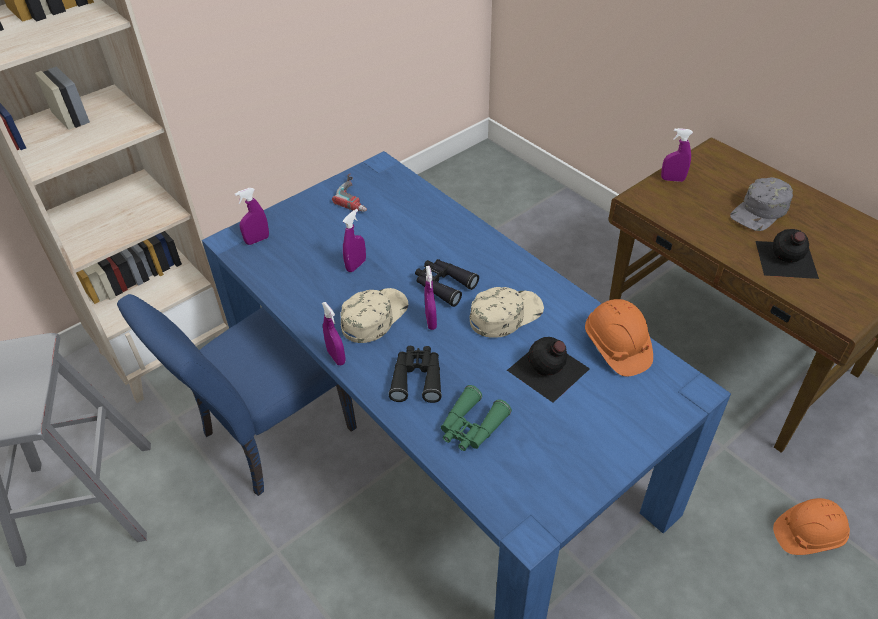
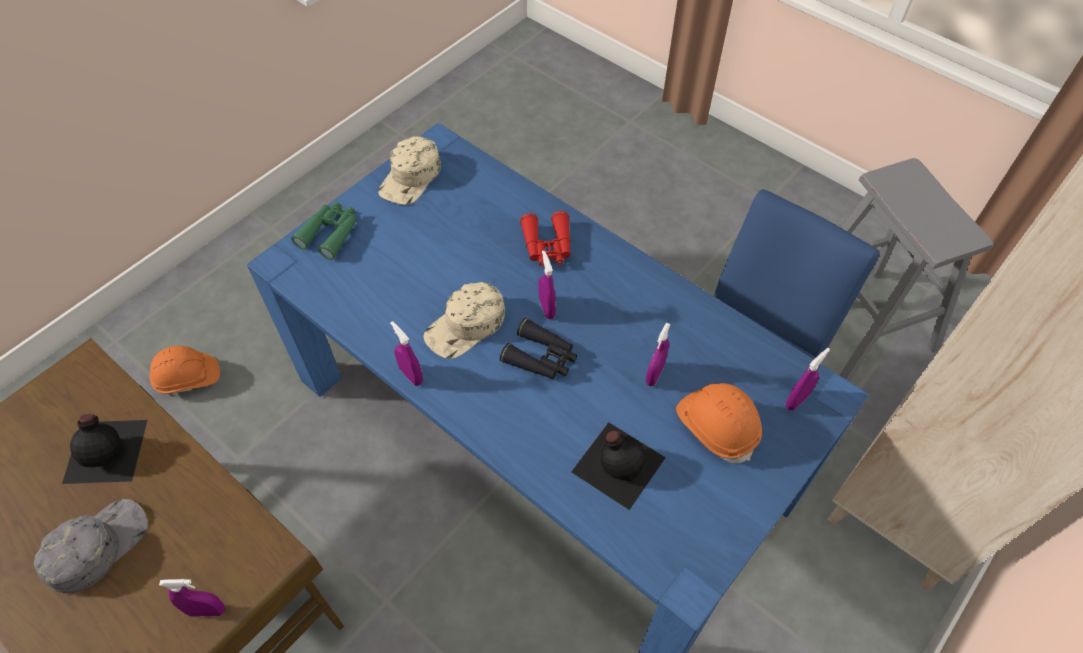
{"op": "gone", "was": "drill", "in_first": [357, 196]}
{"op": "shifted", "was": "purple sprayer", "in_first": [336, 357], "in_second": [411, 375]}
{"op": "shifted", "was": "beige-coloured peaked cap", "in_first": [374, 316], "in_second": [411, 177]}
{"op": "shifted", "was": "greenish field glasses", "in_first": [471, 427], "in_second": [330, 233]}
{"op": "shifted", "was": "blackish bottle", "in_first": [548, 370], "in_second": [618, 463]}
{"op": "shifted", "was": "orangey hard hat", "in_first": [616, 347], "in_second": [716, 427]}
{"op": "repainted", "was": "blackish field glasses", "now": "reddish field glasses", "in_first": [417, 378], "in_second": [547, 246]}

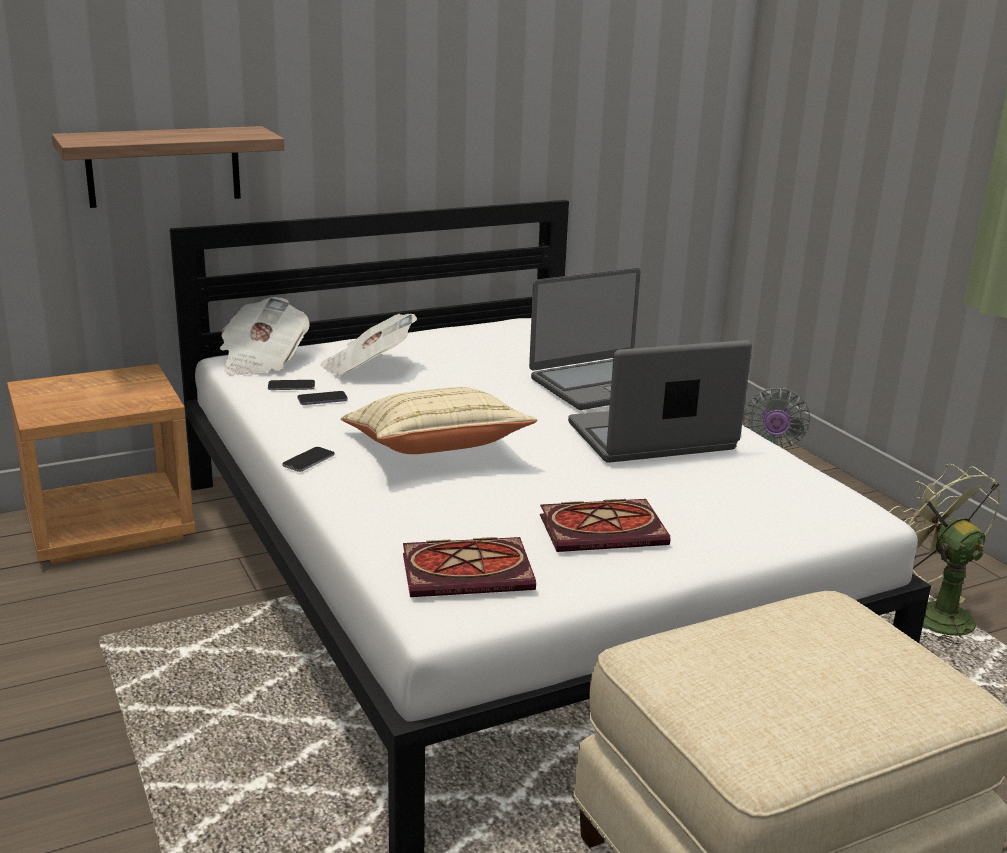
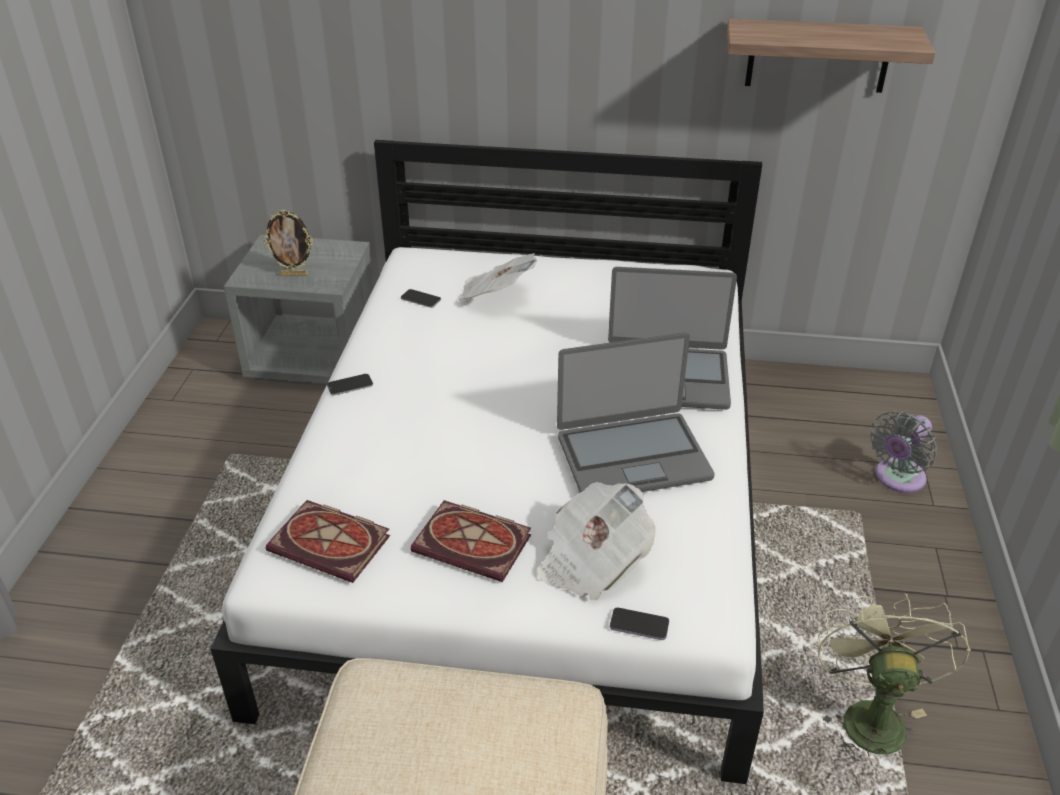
{"op": "gone", "was": "beige-coloured pillow", "in_first": [435, 450]}
{"op": "new", "now": "picture frame", "in_second": [294, 274]}
{"op": "shifted", "was": "bracket shelf", "in_first": [164, 166], "in_second": [818, 56]}
{"op": "shifted", "was": "daily paper", "in_first": [262, 361], "in_second": [592, 561]}
{"op": "shifted", "was": "phone", "in_first": [322, 400], "in_second": [639, 625]}
{"op": "repainted", "was": "brown bedside table", "now": "gray bedside table", "in_first": [110, 527], "in_second": [315, 358]}
{"op": "rotated", "was": "portable computer", "in_first": [652, 438], "in_second": [632, 456], "clockwise": 150}

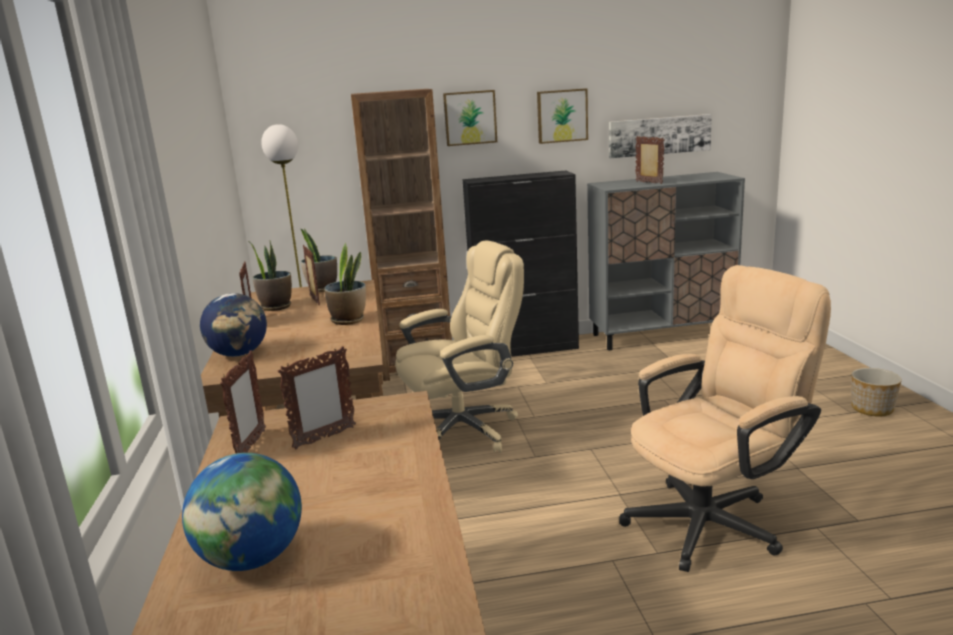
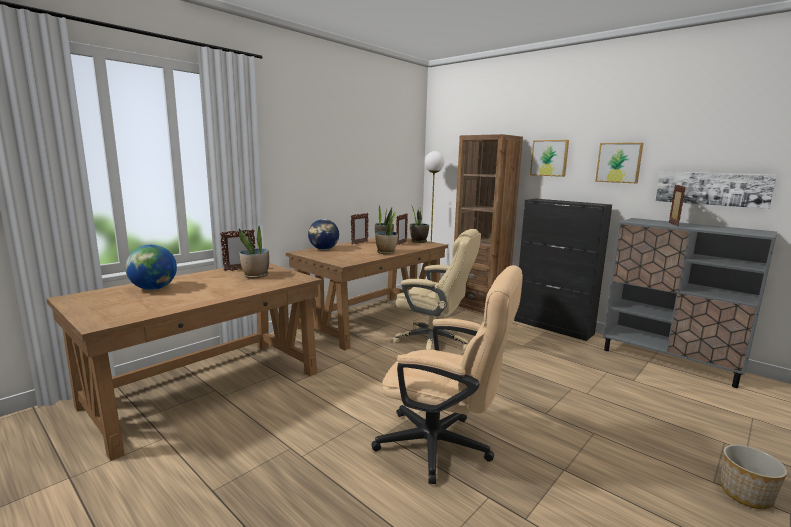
{"op": "swapped", "was": "picture frame", "now": "potted plant", "in_first": [324, 438], "in_second": [255, 276]}

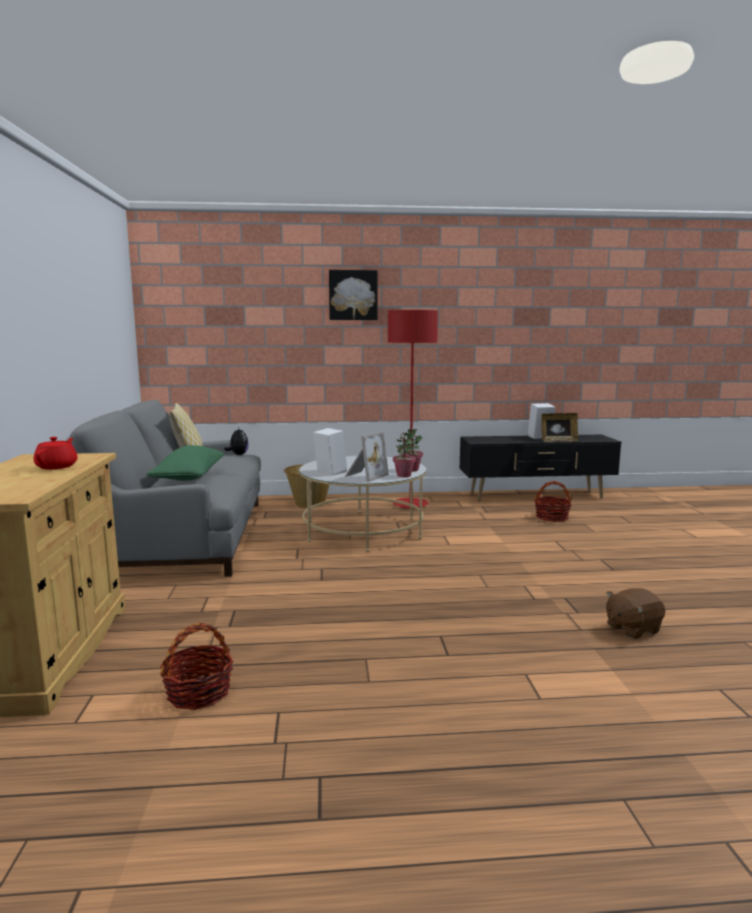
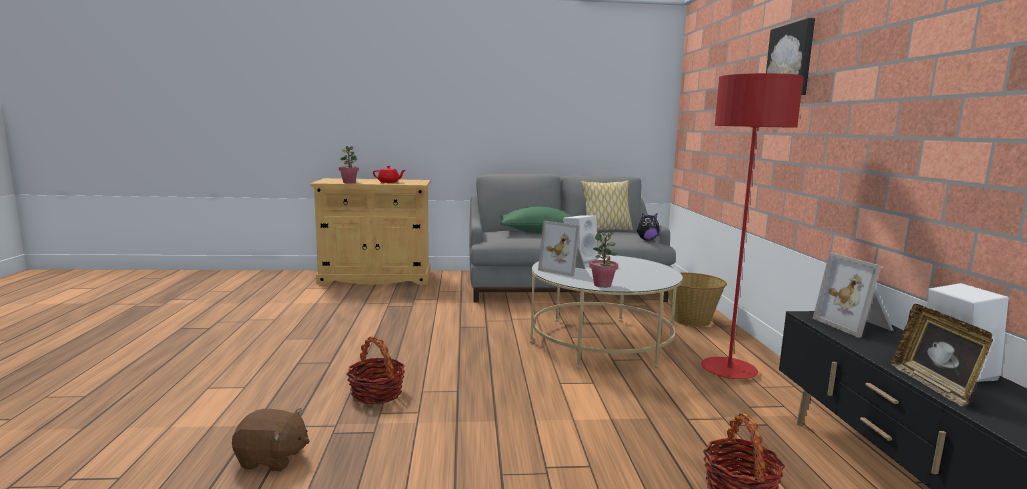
{"op": "new", "now": "picture frame", "in_second": [855, 325]}
{"op": "shifted", "was": "basket", "in_first": [199, 692], "in_second": [377, 394]}
{"op": "shifted", "was": "potted plant", "in_first": [403, 475], "in_second": [349, 182]}
{"op": "rotated", "was": "brown plush toy", "in_first": [632, 628], "in_second": [272, 459], "clockwise": 120}

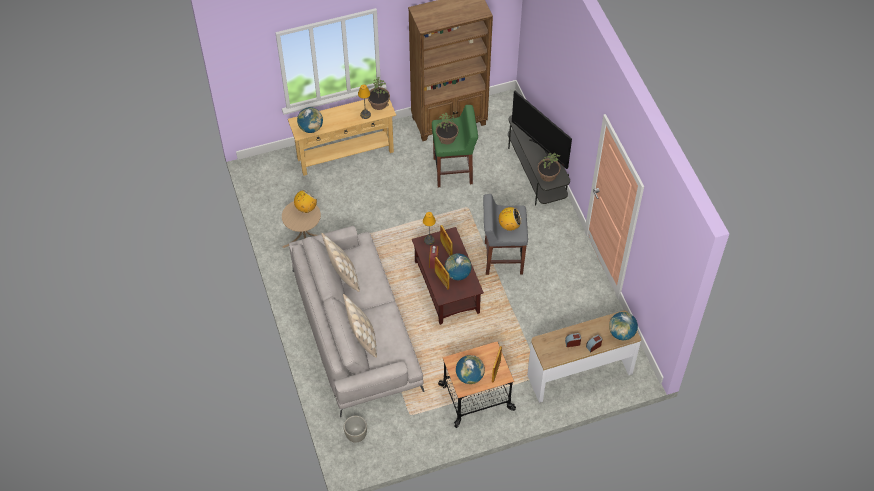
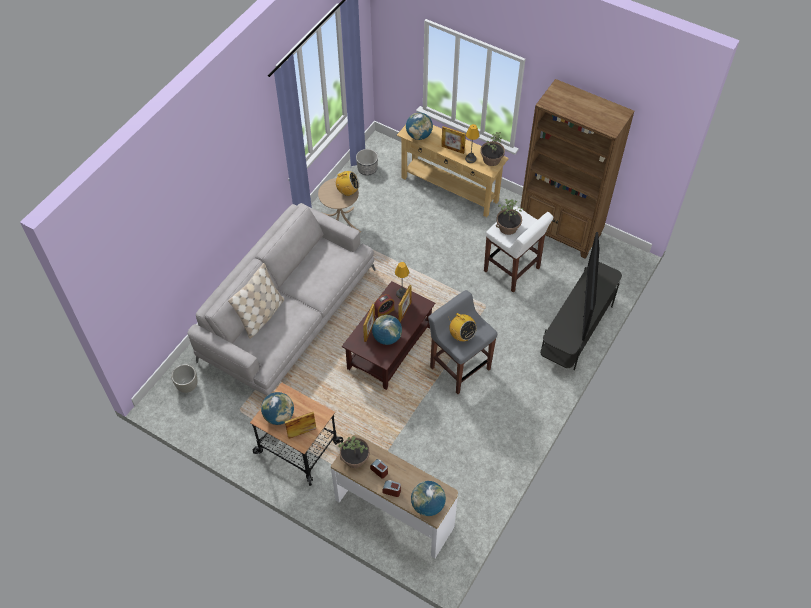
{"op": "gone", "was": "beige-coloured pillow", "in_first": [343, 274]}
{"op": "new", "now": "planter", "in_second": [367, 169]}
{"op": "new", "now": "picture frame", "in_second": [452, 149]}
{"op": "shifted", "was": "potted plant", "in_first": [548, 175], "in_second": [355, 458]}
{"op": "repainted", "was": "greenish stool", "now": "white-coloured stool", "in_first": [453, 171], "in_second": [512, 270]}

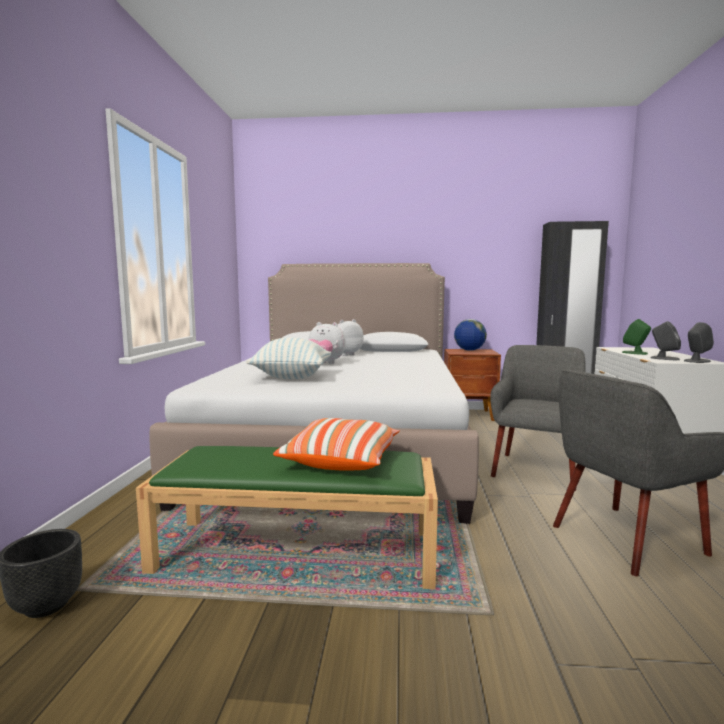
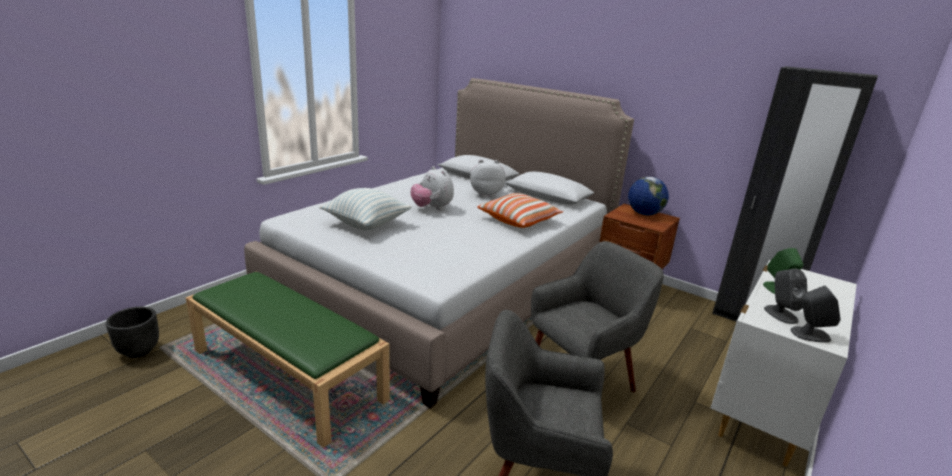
{"op": "shifted", "was": "pillow", "in_first": [341, 460], "in_second": [519, 220]}

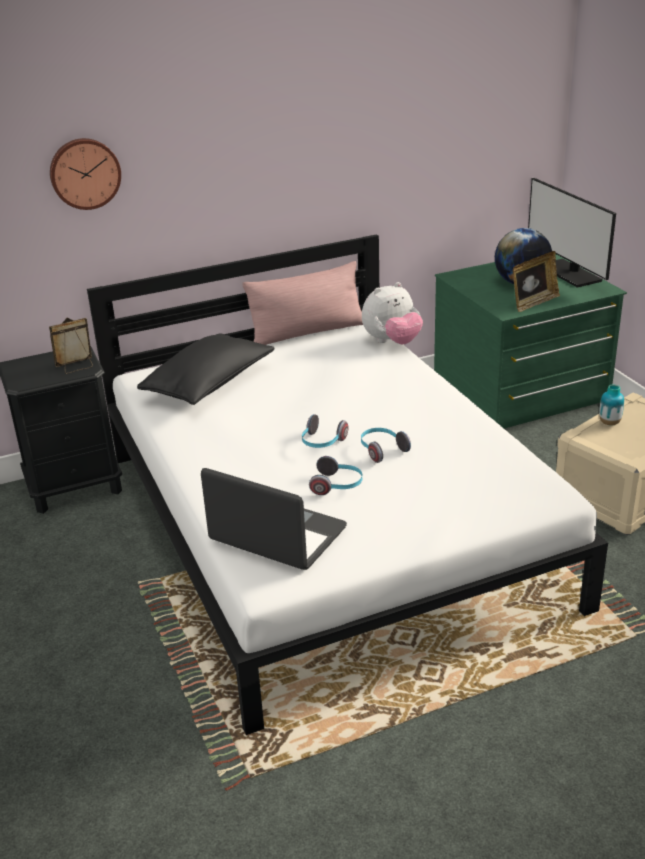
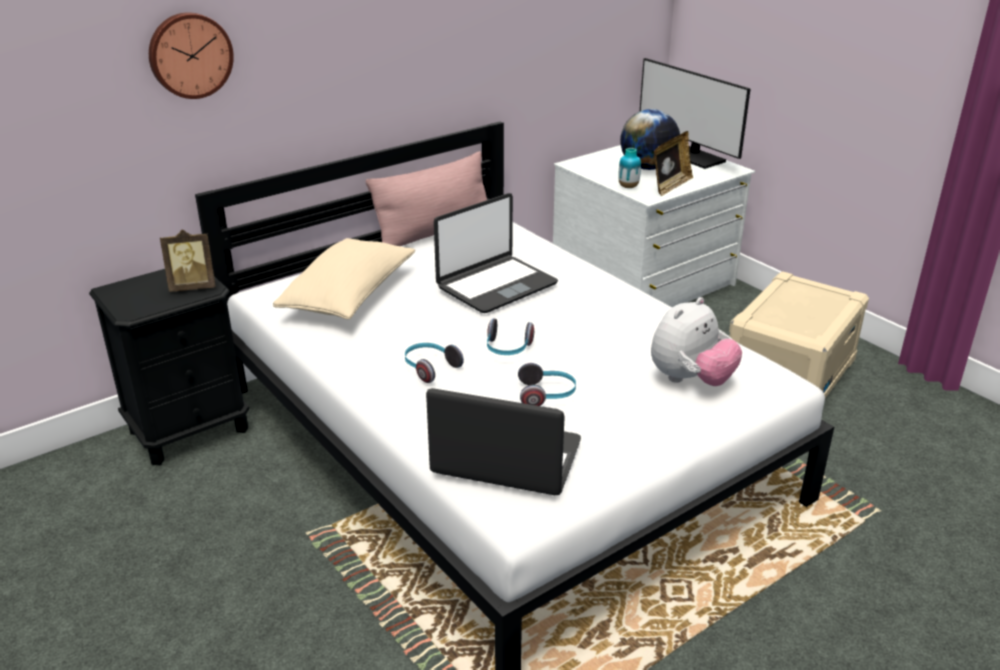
{"op": "new", "now": "portable computer", "in_second": [496, 285]}
{"op": "shifted", "was": "headphones", "in_first": [382, 450], "in_second": [430, 368]}
{"op": "shifted", "was": "plush toy", "in_first": [392, 342], "in_second": [690, 380]}
{"op": "shifted", "was": "decorative vase", "in_first": [609, 423], "in_second": [628, 187]}
{"op": "repainted", "was": "blackish pillow", "now": "beige-coloured pillow", "in_first": [210, 385], "in_second": [349, 296]}
{"op": "repainted", "was": "greenish drawer chest", "now": "white-coloured drawer chest", "in_first": [521, 392], "in_second": [644, 282]}
{"op": "rotated", "was": "picture frame", "in_first": [76, 367], "in_second": [193, 287], "clockwise": -150}

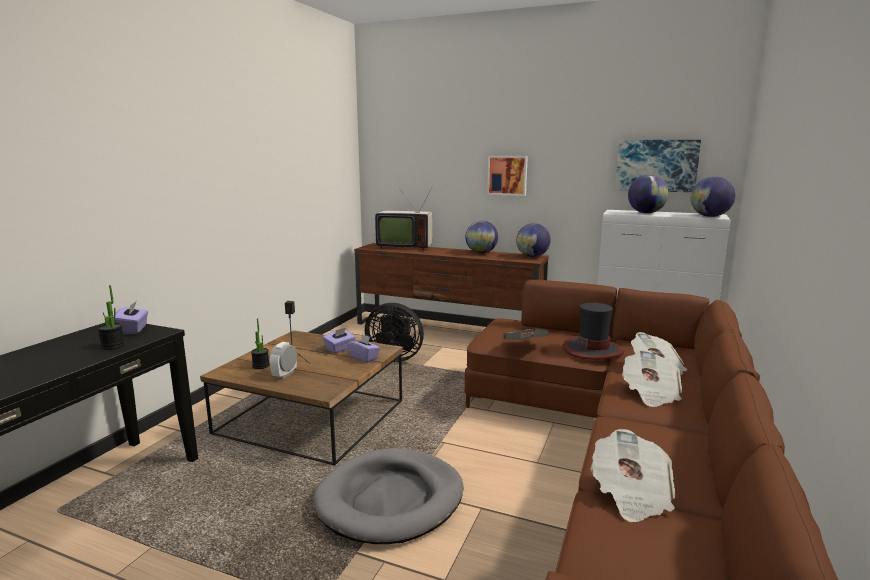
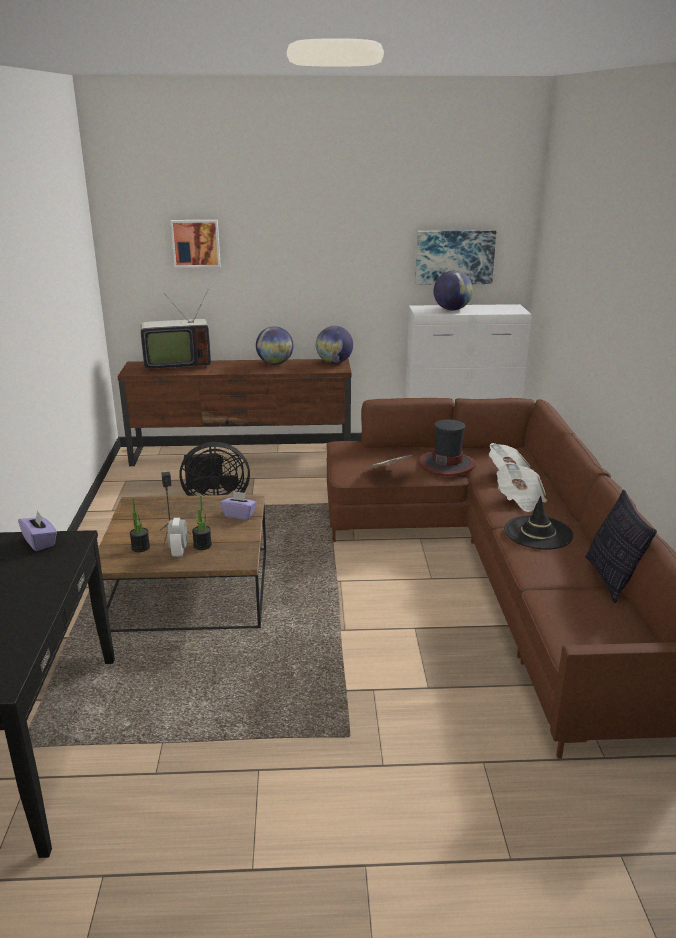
{"op": "gone", "was": "gray dog cushion", "in_first": [390, 500]}
{"op": "gone", "was": "purple box of tissues", "in_first": [340, 349]}
{"op": "gone", "was": "daily paper", "in_first": [630, 495]}
{"op": "gone", "was": "world globe", "in_first": [710, 216]}
{"op": "new", "now": "blackish clothing hat", "in_second": [538, 533]}
{"op": "new", "now": "pillow", "in_second": [611, 579]}
{"op": "shifted", "was": "potted plant", "in_first": [113, 346], "in_second": [202, 545]}
{"op": "shifted", "was": "wall picture", "in_first": [507, 175], "in_second": [196, 243]}

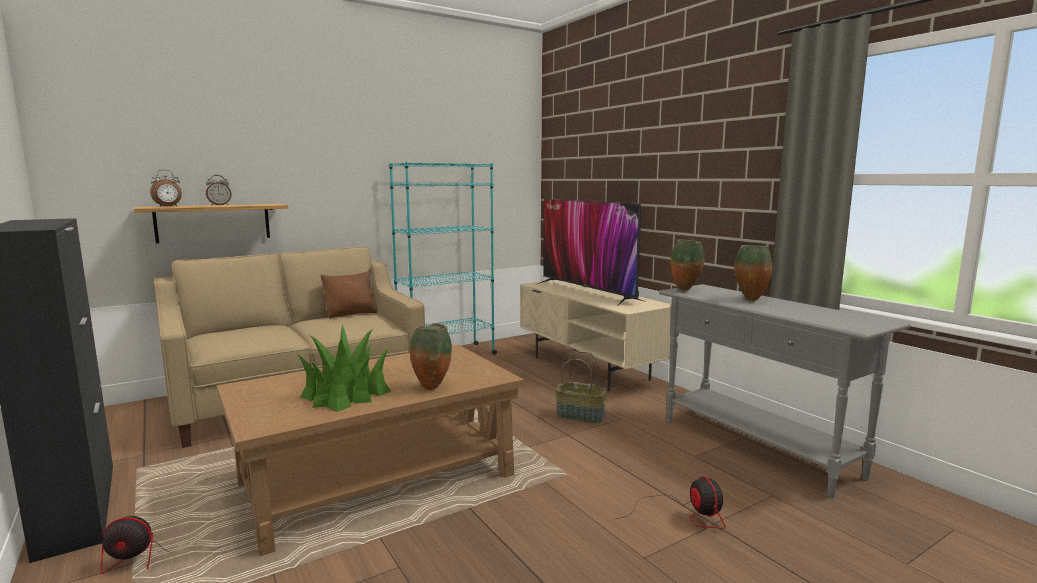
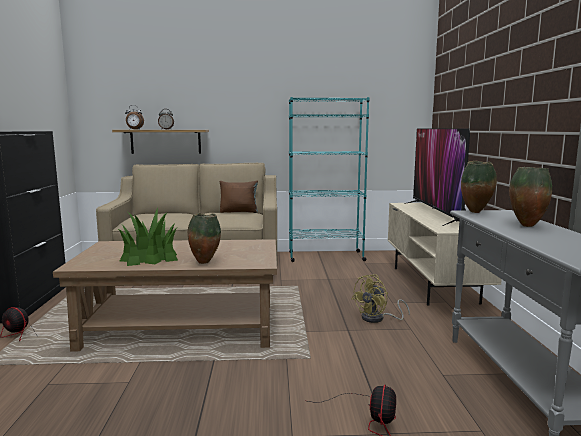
{"op": "swapped", "was": "basket", "now": "yellow-coloured fan", "in_first": [581, 416], "in_second": [377, 319]}

